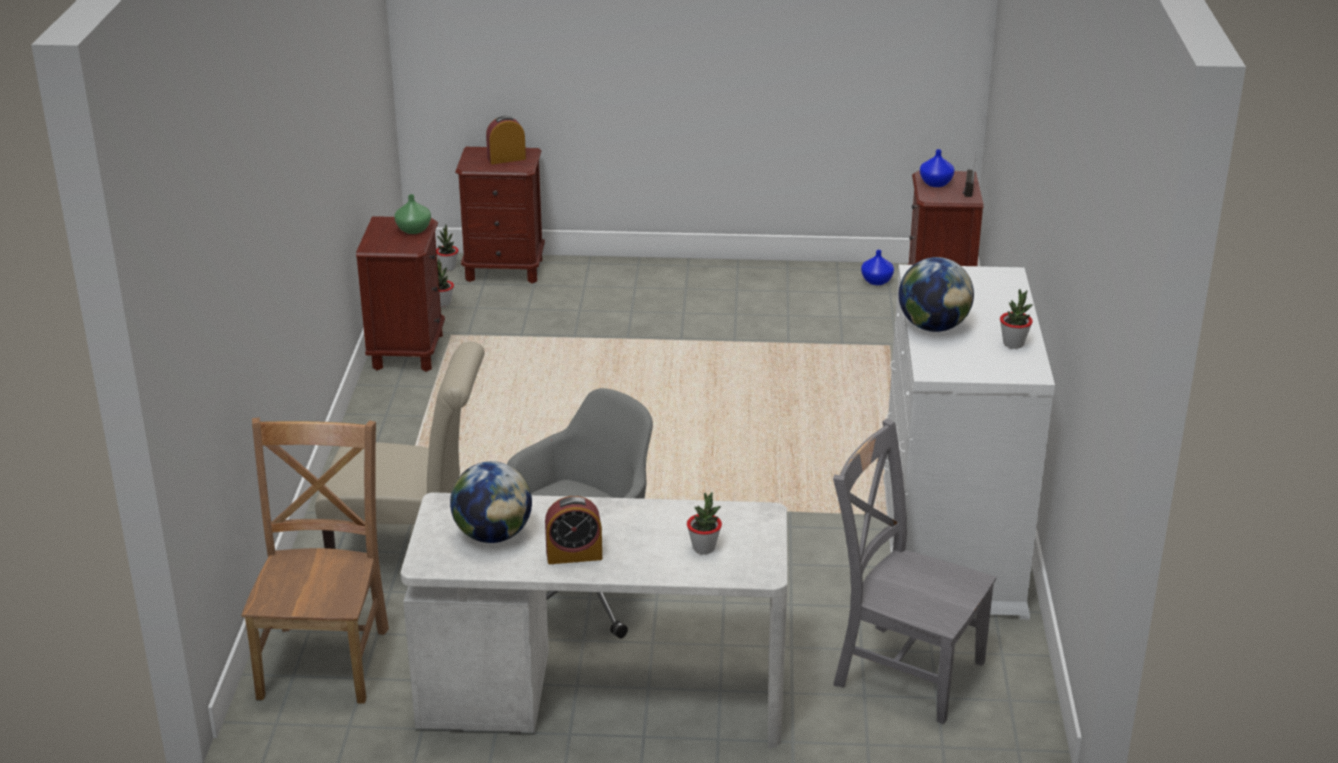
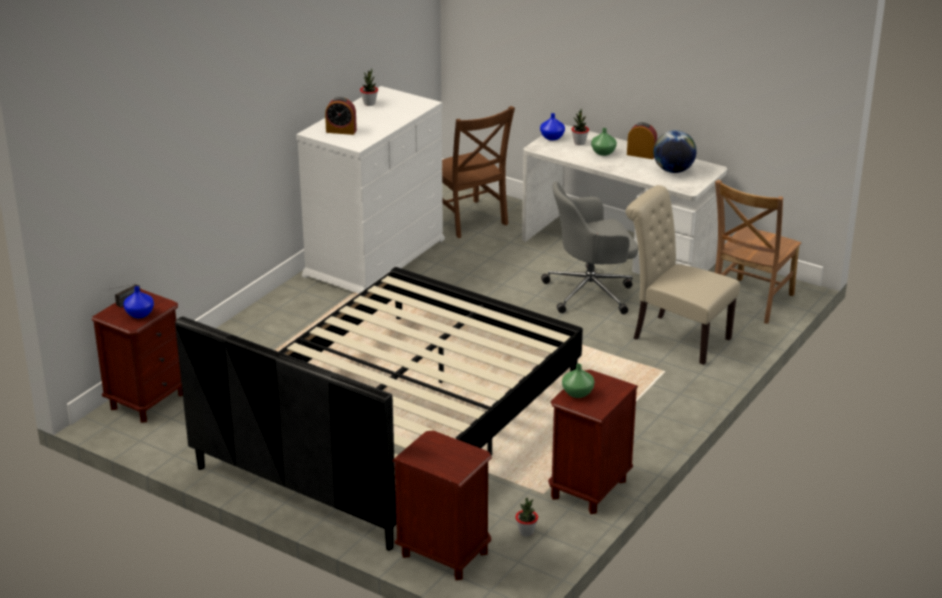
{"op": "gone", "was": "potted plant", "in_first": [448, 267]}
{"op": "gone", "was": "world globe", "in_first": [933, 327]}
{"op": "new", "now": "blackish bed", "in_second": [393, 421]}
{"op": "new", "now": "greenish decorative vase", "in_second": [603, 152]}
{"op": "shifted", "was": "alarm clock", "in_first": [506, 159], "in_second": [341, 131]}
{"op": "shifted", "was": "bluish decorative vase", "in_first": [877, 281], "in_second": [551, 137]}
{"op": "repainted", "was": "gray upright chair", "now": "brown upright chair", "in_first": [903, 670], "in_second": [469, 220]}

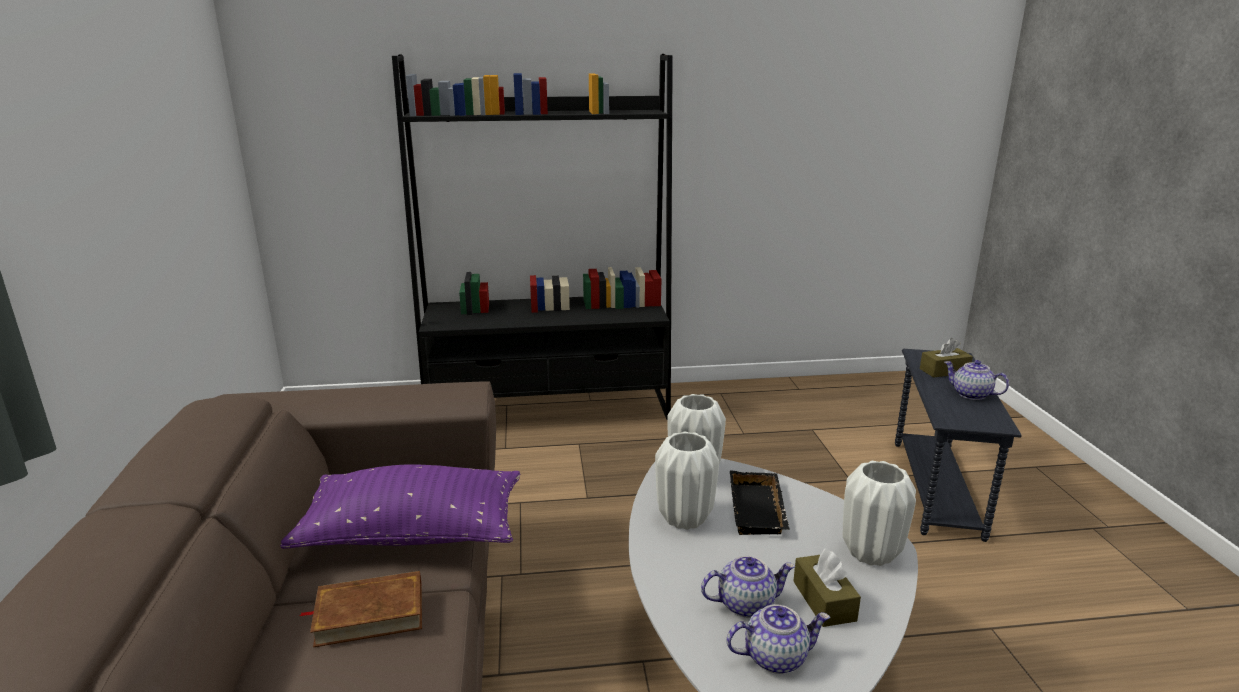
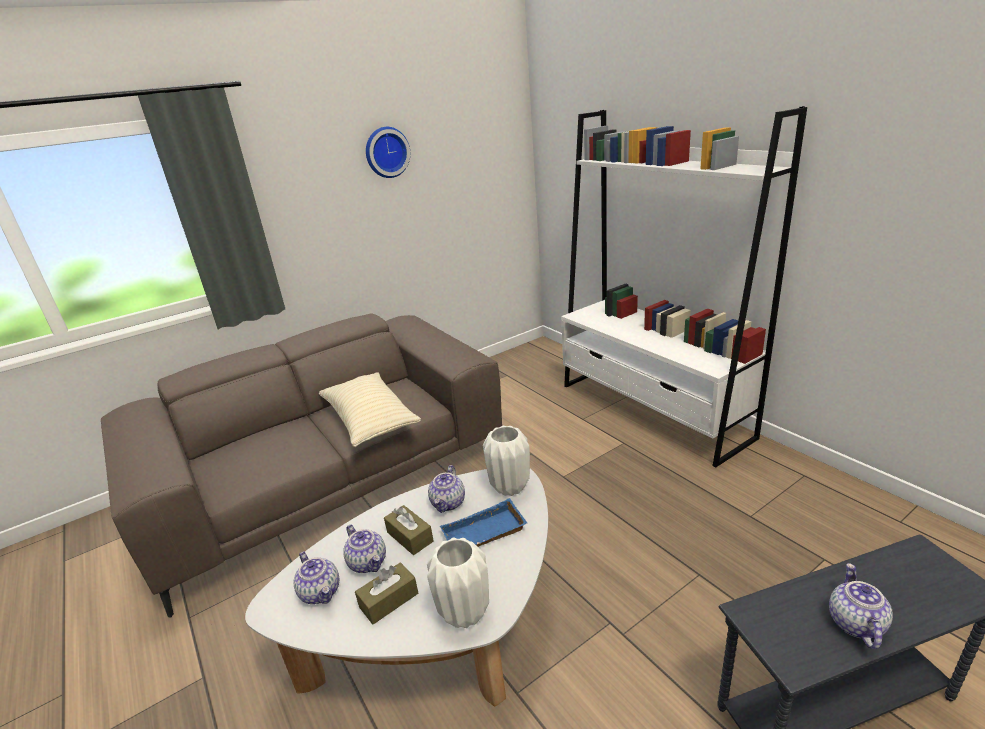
{"op": "gone", "was": "brown bound book", "in_first": [369, 613]}
{"op": "new", "now": "hanging clock", "in_second": [386, 152]}
{"op": "shifted", "was": "brown box of tissues", "in_first": [944, 371], "in_second": [410, 537]}
{"op": "swapped", "was": "white-coloured decorative vase", "now": "teapot", "in_first": [684, 518], "in_second": [448, 503]}
{"op": "repainted", "was": "purple pillow", "now": "beige-coloured pillow", "in_first": [413, 533], "in_second": [370, 421]}
{"op": "repainted", "was": "blackish bookshelf", "now": "white-coloured bookshelf", "in_first": [549, 409], "in_second": [652, 410]}
{"op": "repainted", "was": "blackish carrying tray", "now": "bluish carrying tray", "in_first": [759, 510], "in_second": [484, 534]}

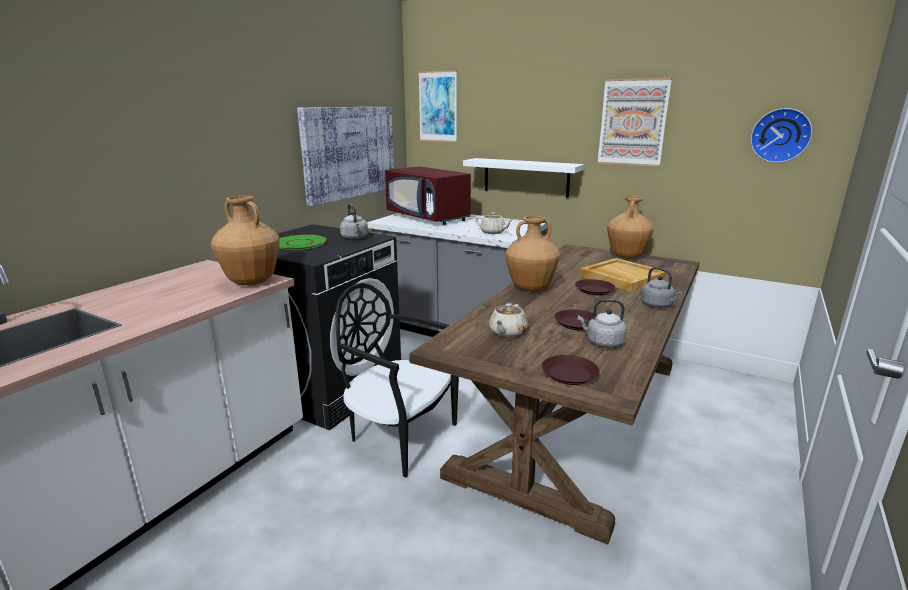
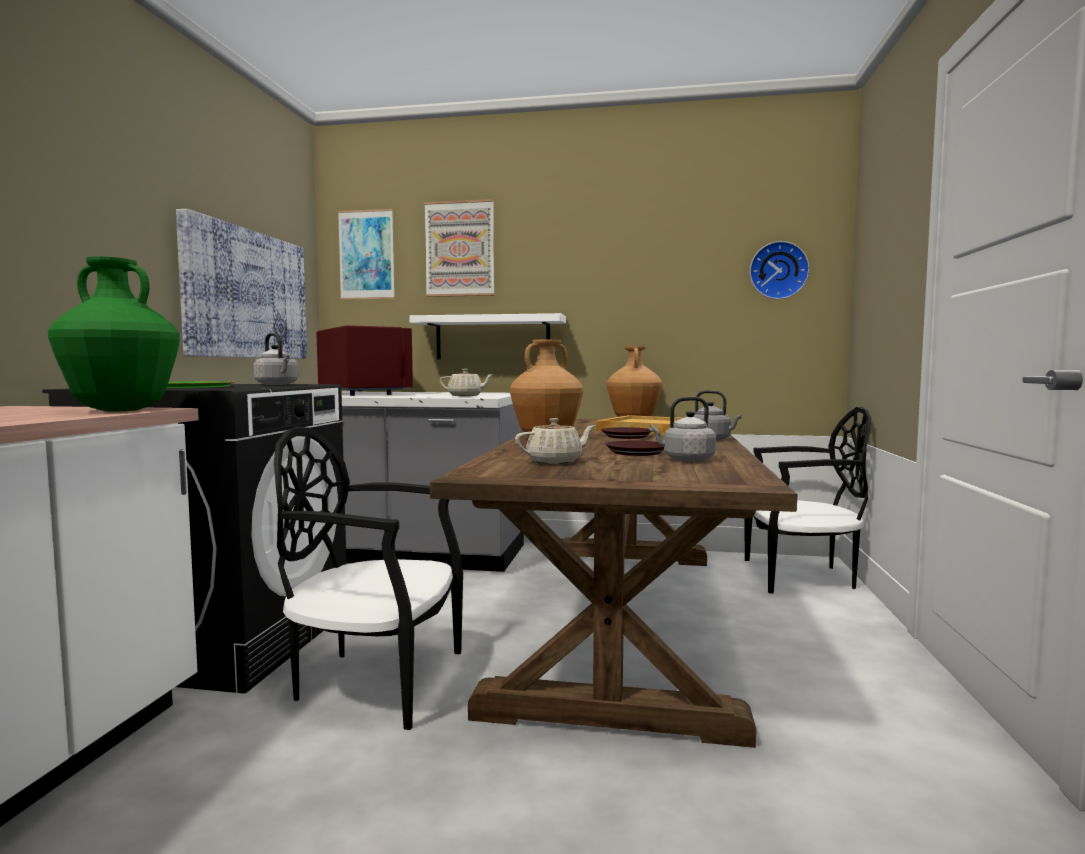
{"op": "gone", "was": "brown flat dish", "in_first": [569, 375]}
{"op": "new", "now": "blackish upright chair", "in_second": [801, 576]}
{"op": "shifted", "was": "wall picture", "in_first": [633, 122], "in_second": [460, 249]}
{"op": "repainted", "was": "brown decorative vase", "now": "greenish decorative vase", "in_first": [252, 282], "in_second": [121, 410]}
{"op": "rotated", "was": "reddish kitchen microwave", "in_first": [428, 217], "in_second": [362, 393], "clockwise": -150}
{"op": "rotated", "was": "beige-coloured teapot", "in_first": [507, 332], "in_second": [555, 461], "clockwise": -120}

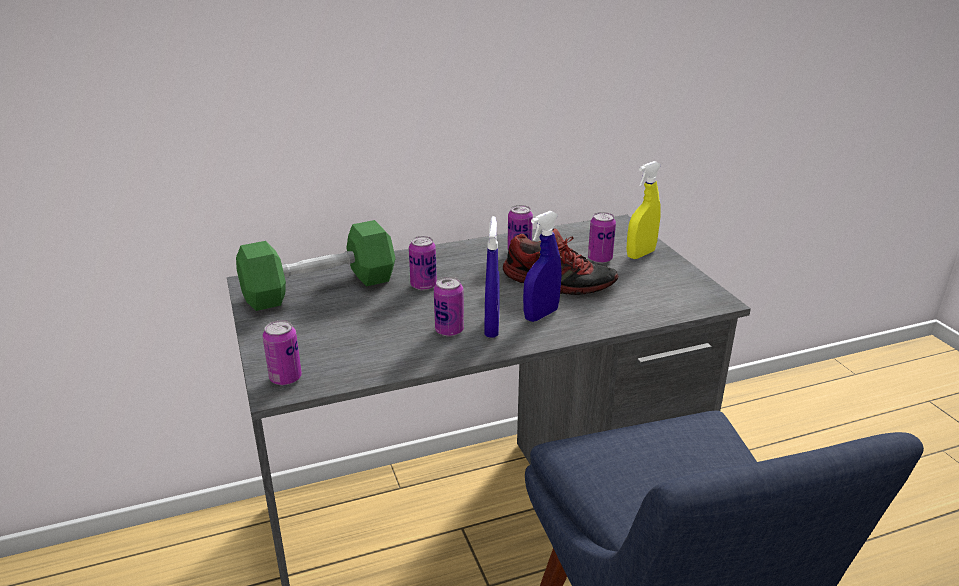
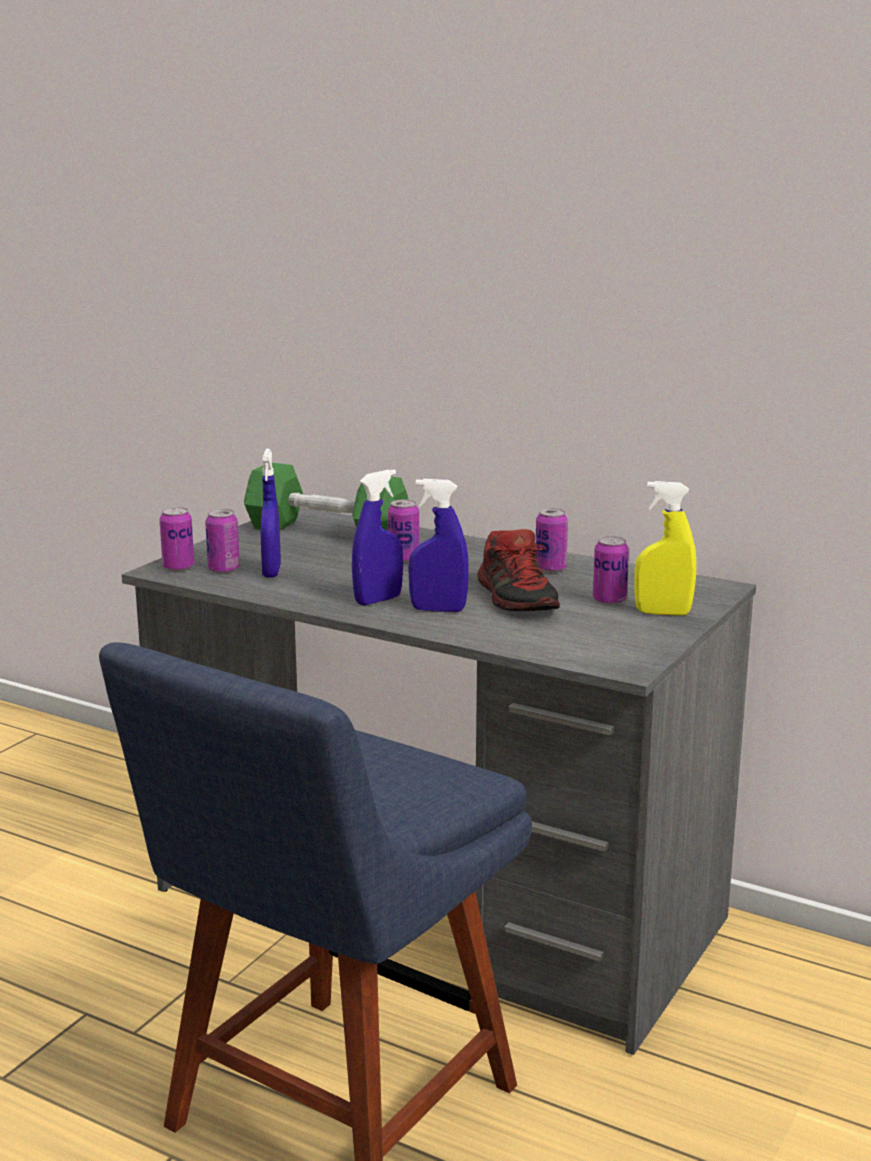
{"op": "new", "now": "bluish sprayer", "in_second": [271, 572]}
{"op": "shifted", "was": "can", "in_first": [449, 330], "in_second": [224, 569]}

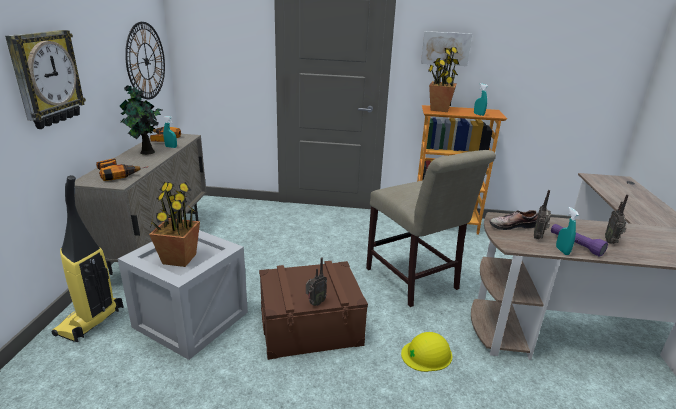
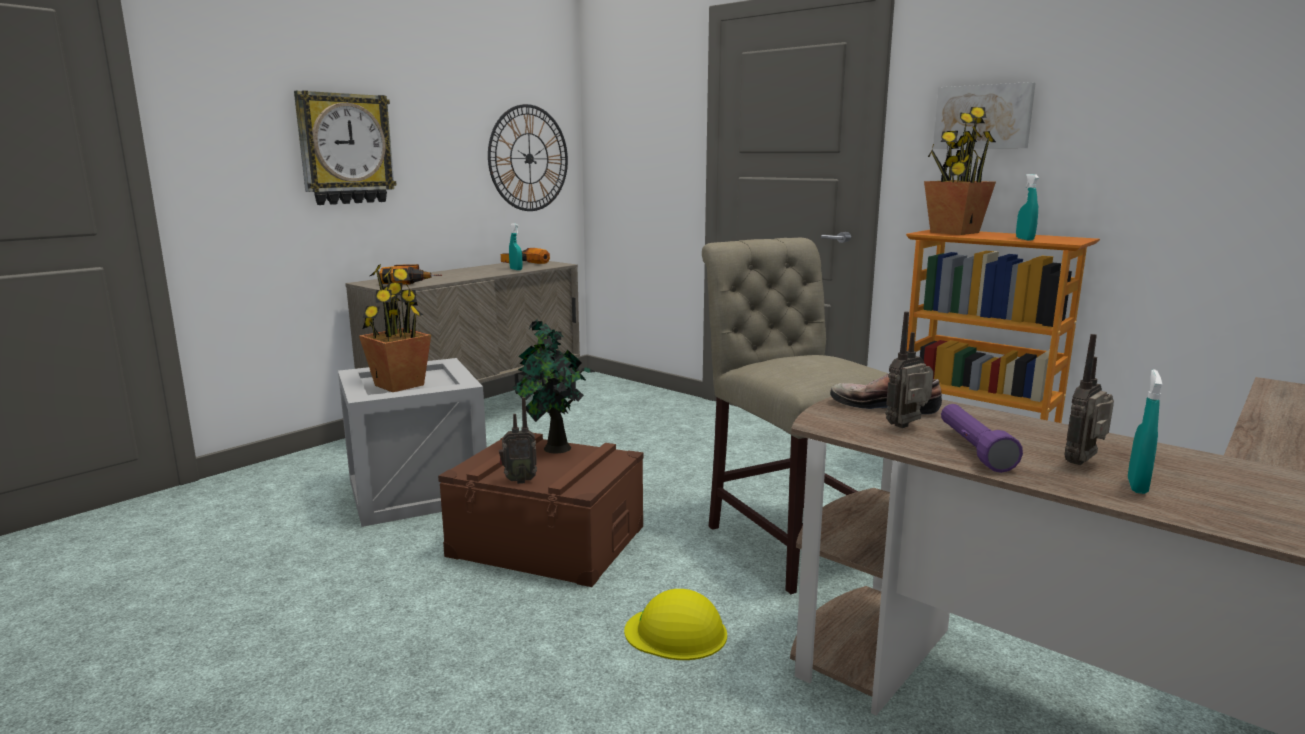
{"op": "gone", "was": "vacuum", "in_first": [90, 322]}
{"op": "shifted", "was": "potted plant", "in_first": [146, 152], "in_second": [554, 448]}
{"op": "shifted", "was": "blue-green sprayer", "in_first": [562, 251], "in_second": [1137, 486]}
{"op": "rotated", "was": "beige-coloured upright chair", "in_first": [414, 281], "in_second": [793, 538], "clockwise": 150}

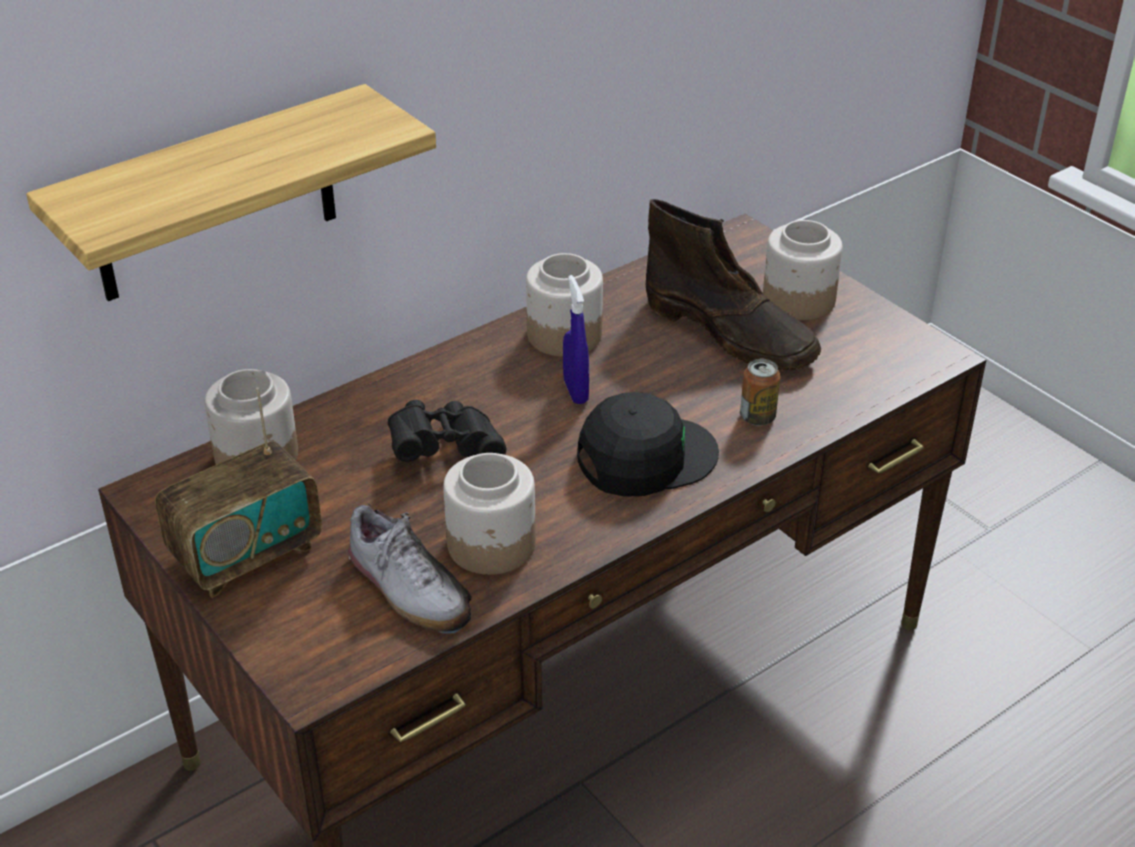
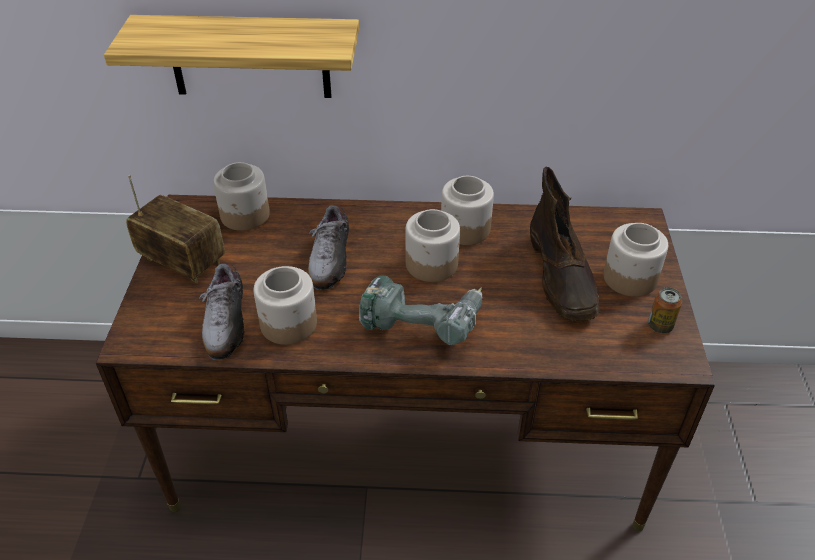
{"op": "shifted", "was": "can", "in_first": [757, 417], "in_second": [660, 326]}
{"op": "swapped", "was": "blackish field glasses", "now": "item of footwear", "in_first": [445, 449], "in_second": [330, 259]}
{"op": "swapped", "was": "bluish sprayer", "now": "storage jar", "in_first": [575, 391], "in_second": [432, 264]}
{"op": "swapped", "was": "blackish peaked cap", "now": "drill", "in_first": [645, 457], "in_second": [423, 323]}
{"op": "rotated", "was": "radio receiver", "in_first": [246, 555], "in_second": [182, 262], "clockwise": -150}

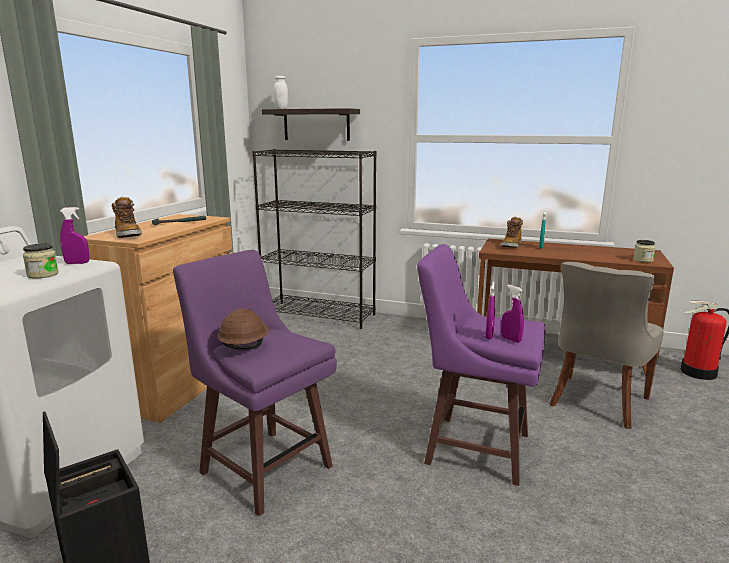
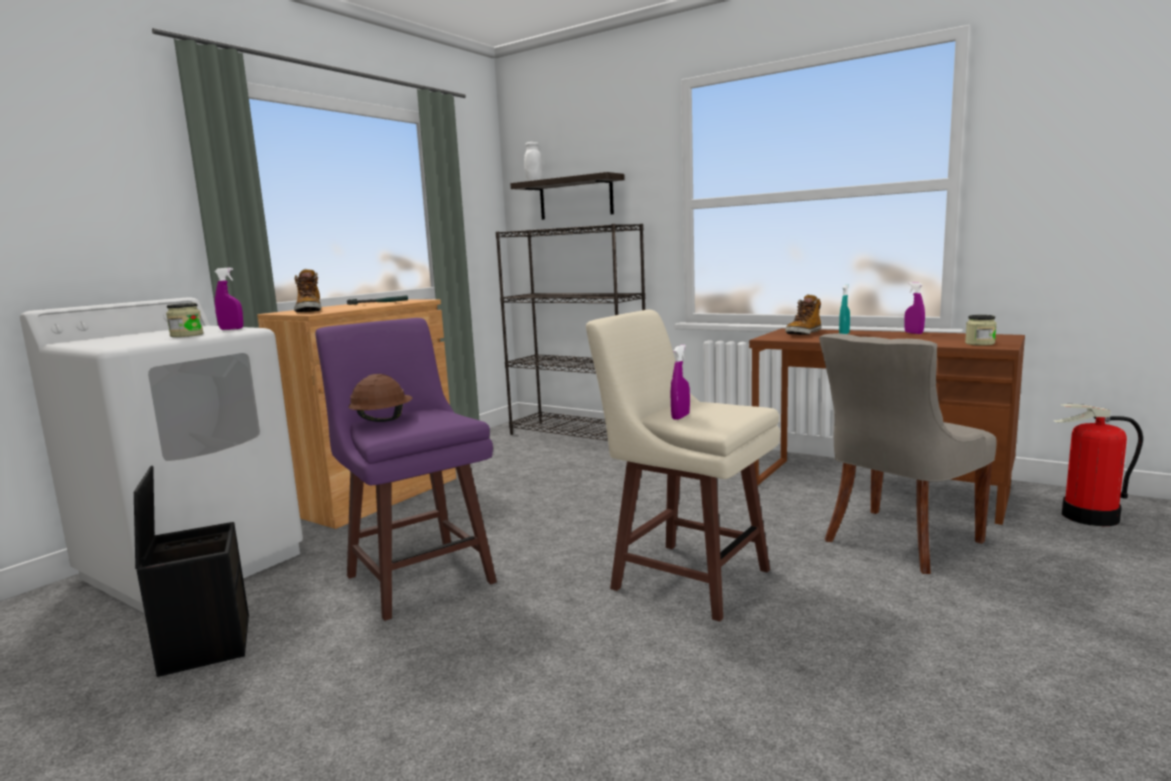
{"op": "shifted", "was": "purple sprayer", "in_first": [511, 339], "in_second": [913, 333]}
{"op": "repainted", "was": "purple stool", "now": "beige-coloured stool", "in_first": [474, 447], "in_second": [687, 578]}

